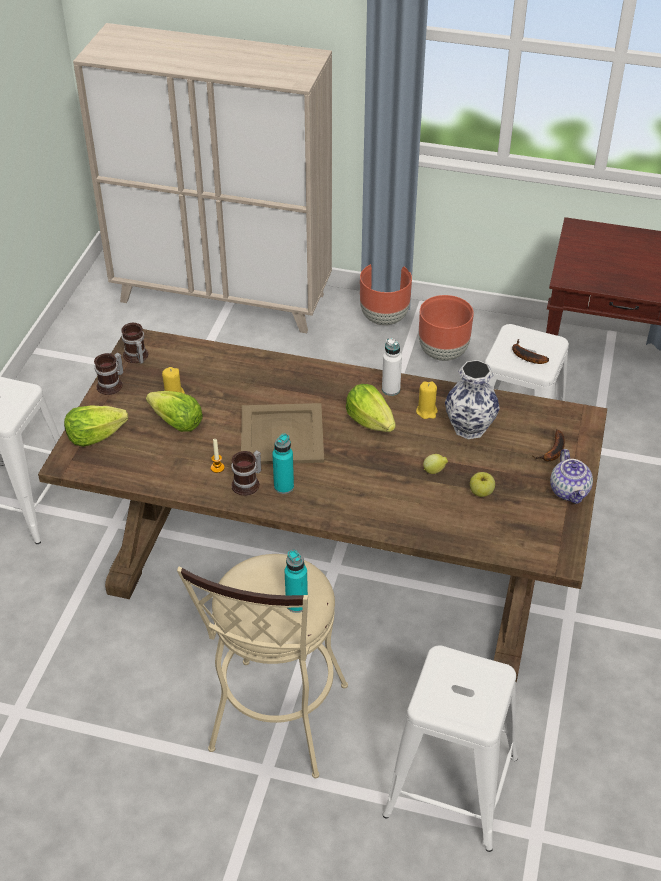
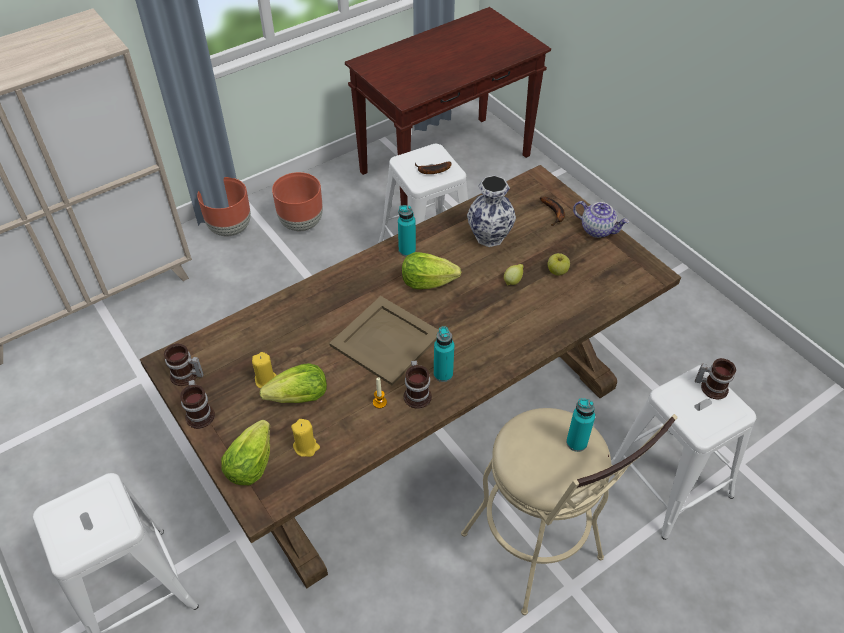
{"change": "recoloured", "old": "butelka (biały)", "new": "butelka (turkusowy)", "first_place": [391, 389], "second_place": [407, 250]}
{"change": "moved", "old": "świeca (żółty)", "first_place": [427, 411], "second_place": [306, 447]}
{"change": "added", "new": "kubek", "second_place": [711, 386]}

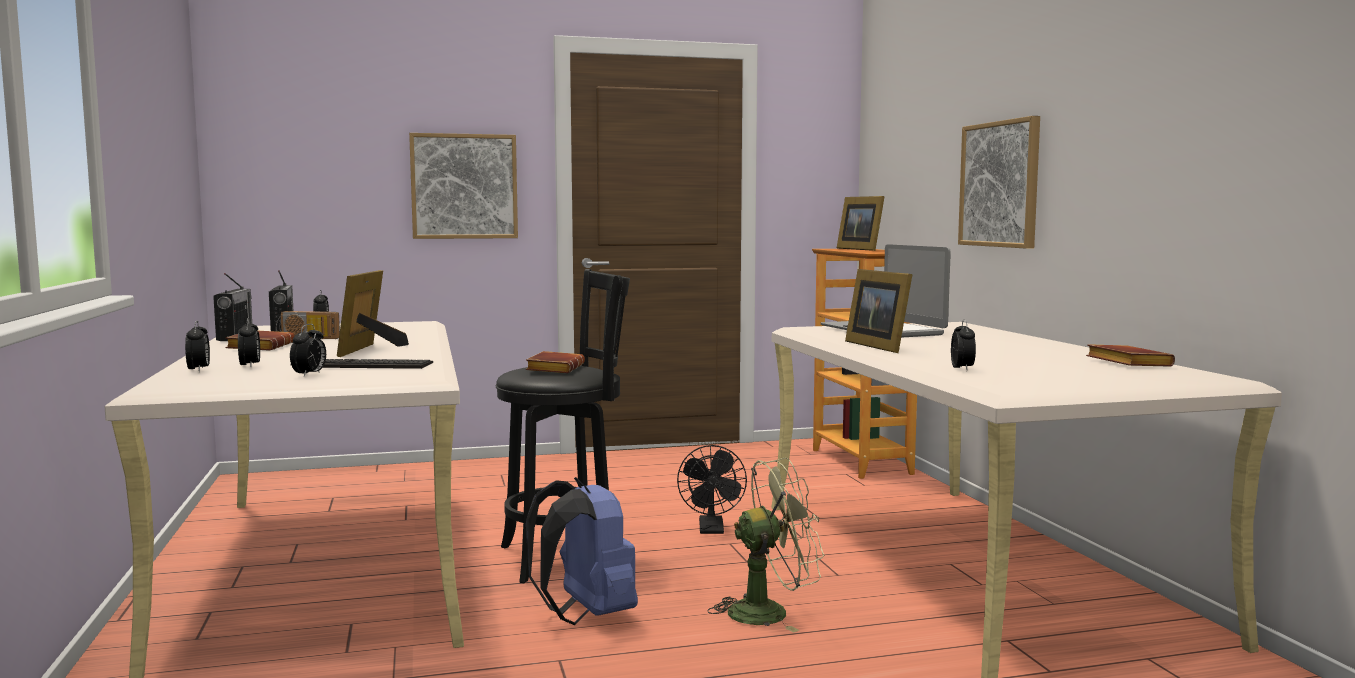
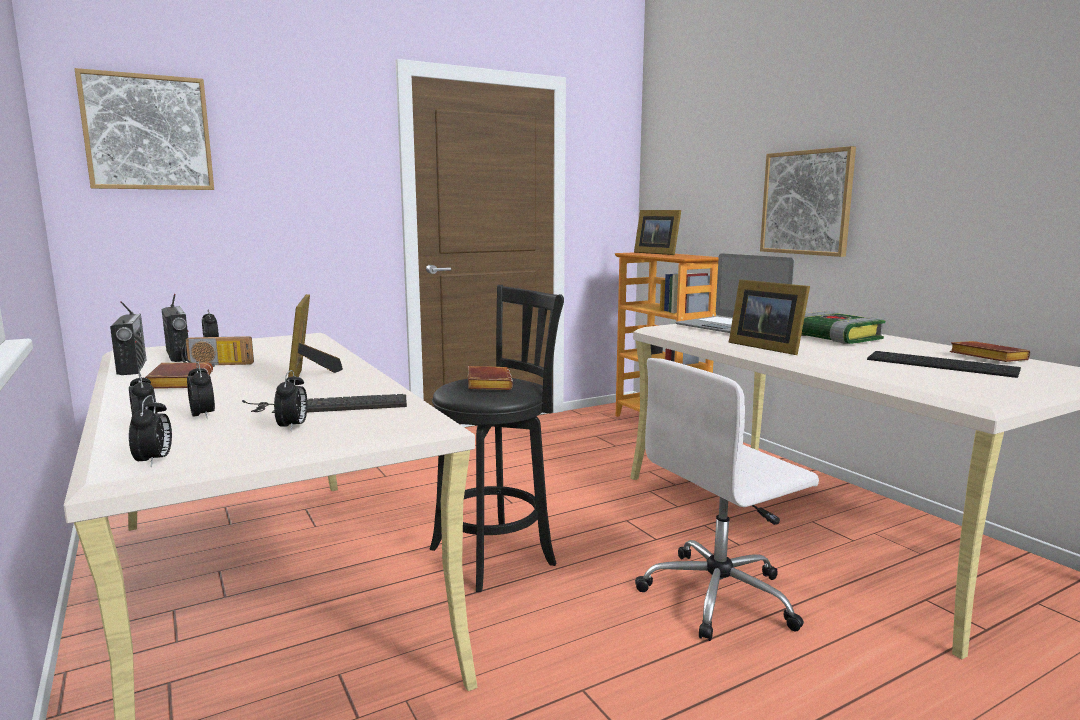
{"change": "moved", "old": "obraz", "first_place": [464, 186], "second_place": [148, 133]}
{"change": "moved", "old": "budzik", "first_place": [962, 369], "second_place": [154, 461]}
{"change": "removed", "old": "wentylator (czarny)", "first_place": [712, 530]}
{"change": "replaced", "old": "wentylator (zielony)", "new": "krzesło biurowe (biały)", "first_place": [769, 612], "second_place": [720, 595]}
{"change": "removed", "old": "plecak (niebieski)", "first_place": [586, 615]}
{"change": "added", "new": "książka", "second_place": [831, 338]}
{"change": "added", "new": "klawiatura", "second_place": [942, 364]}

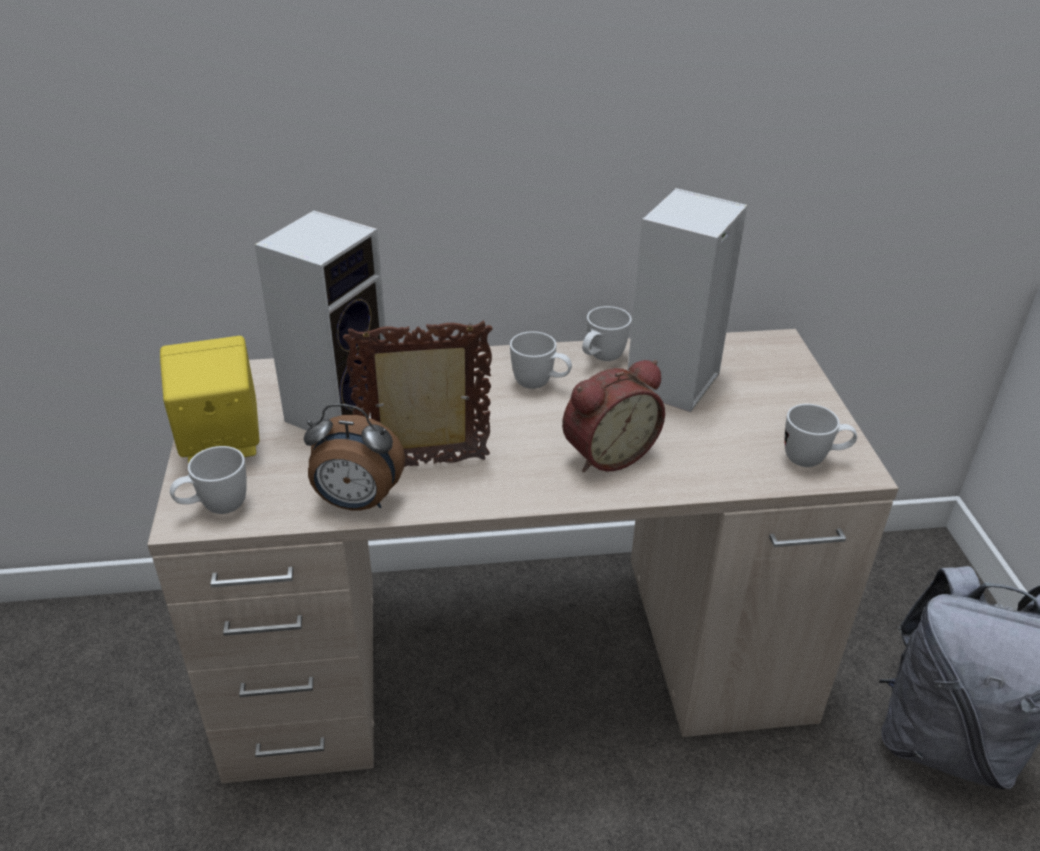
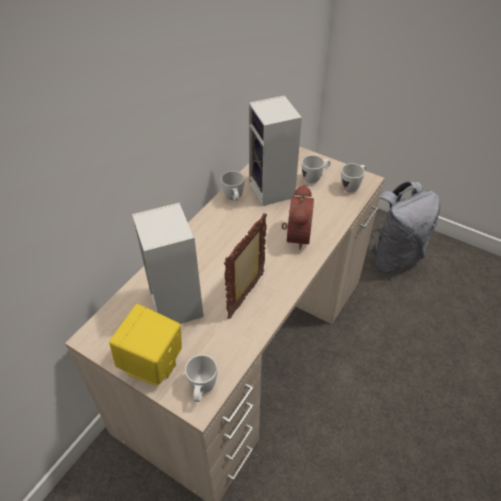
{"change": "moved", "old": "kubek (biały)", "first_place": [540, 384], "second_place": [315, 178]}
{"change": "removed", "old": "budzik", "first_place": [357, 503]}

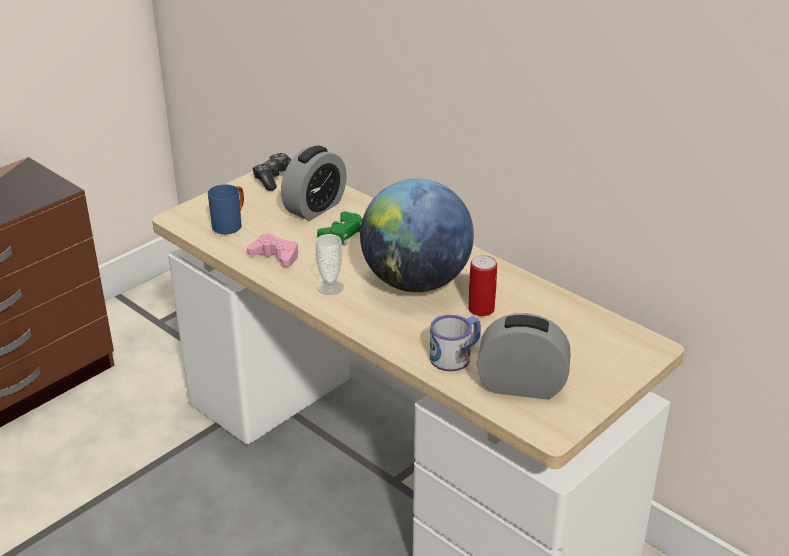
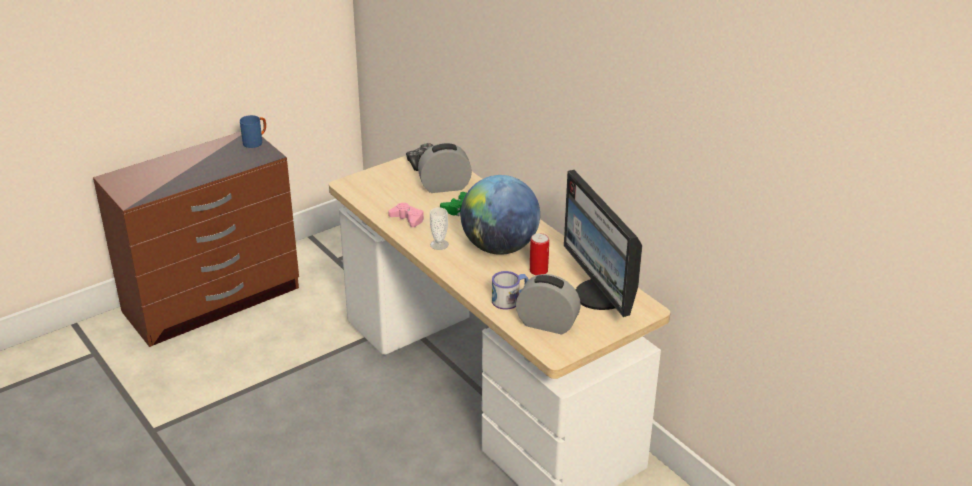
{"change": "turned", "old": "budzik", "first_place": [315, 208], "second_place": [445, 187], "degrees": -150}
{"change": "moved", "old": "kubek (niebieski)", "first_place": [230, 224], "second_place": [256, 142]}
{"change": "added", "new": "monitor", "second_place": [601, 295]}

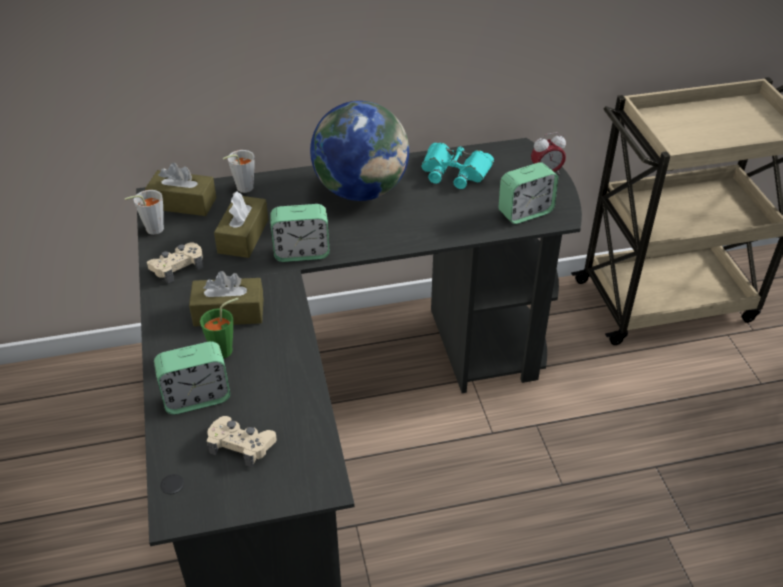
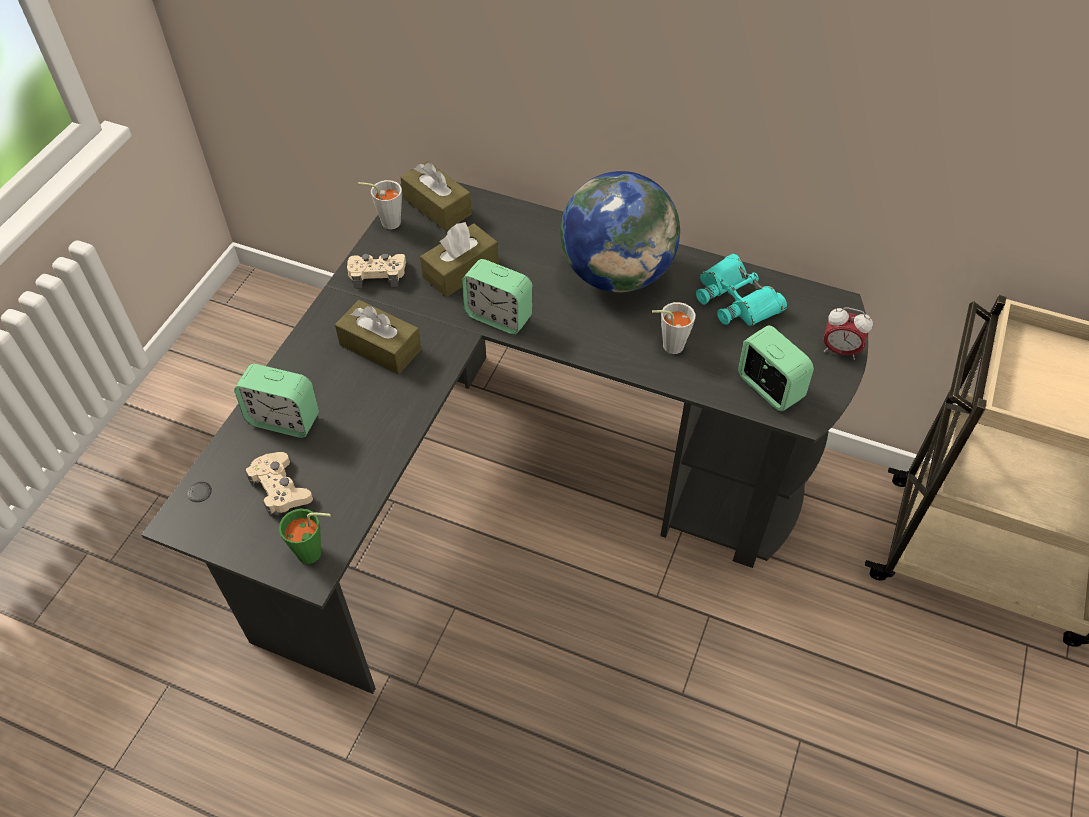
{"change": "moved", "old": "filiżanka (szary)", "first_place": [241, 189], "second_place": [668, 346]}
{"change": "turned", "old": "budzik", "first_place": [525, 212], "second_place": [769, 388], "degrees": -135}
{"change": "moved", "old": "filiżanka (zielony)", "first_place": [227, 349], "second_place": [315, 553]}

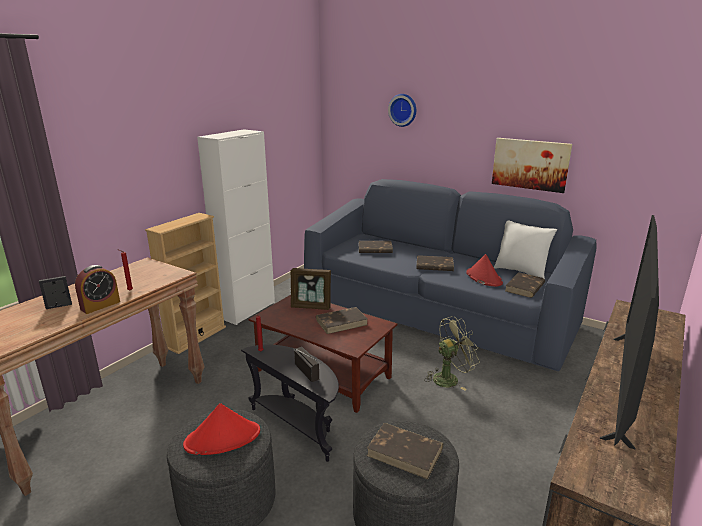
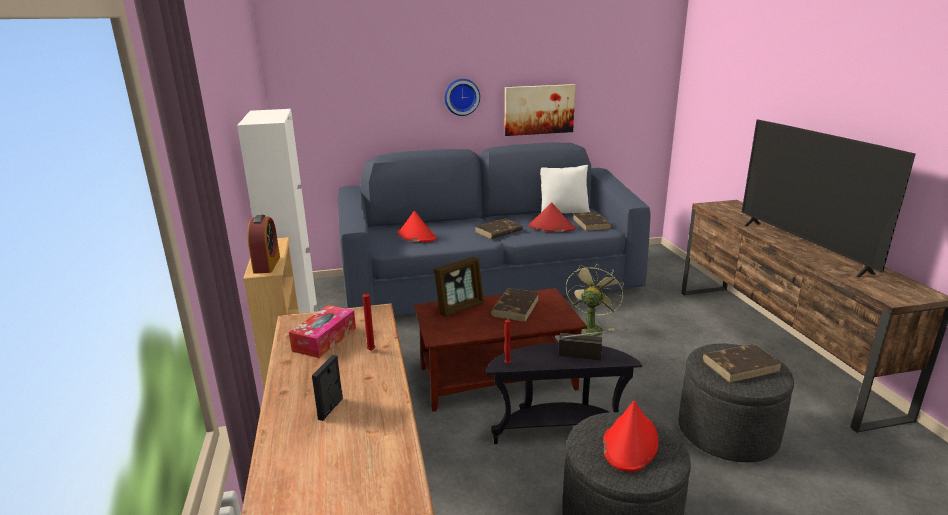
{"change": "moved", "old": "zegar ścienny", "first_place": [403, 110], "second_place": [461, 97]}
{"change": "replaced", "old": "książka (brązowy)", "new": "kapelusz (czerwony)", "first_place": [374, 249], "second_place": [416, 236]}
{"change": "moved", "old": "budzik", "first_place": [100, 305], "second_place": [267, 264]}
{"change": "added", "new": "pudełko chusteczek", "second_place": [324, 339]}

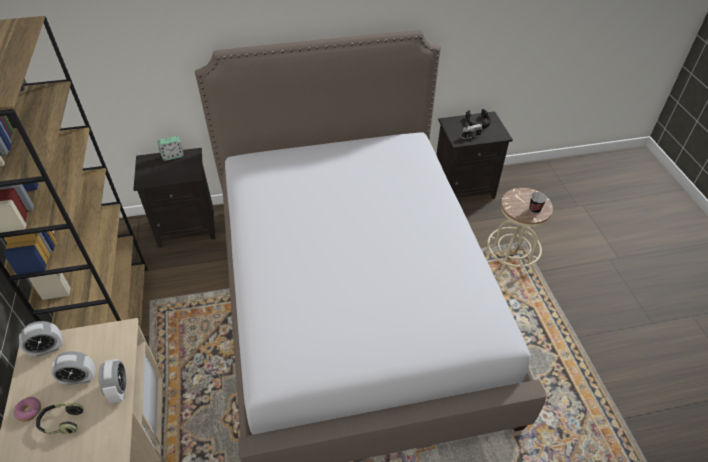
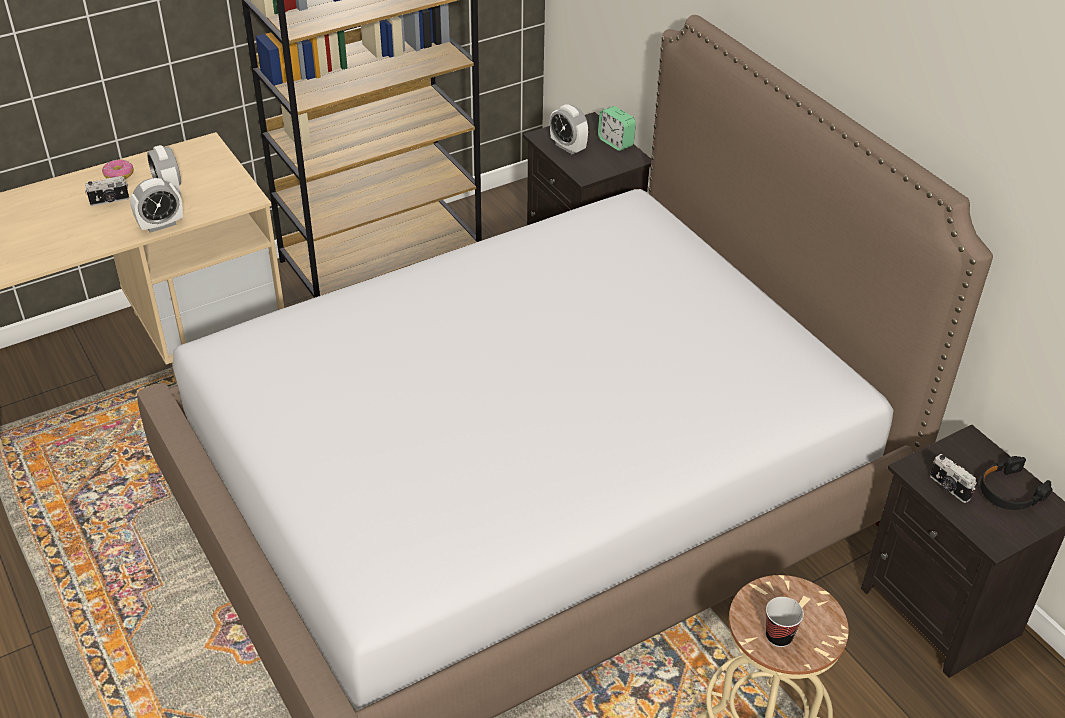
{"change": "moved", "old": "budzik", "first_place": [47, 349], "second_place": [568, 147]}
{"change": "replaced", "old": "słuchawki", "new": "aparat fotograficzny", "first_place": [62, 422], "second_place": [109, 201]}

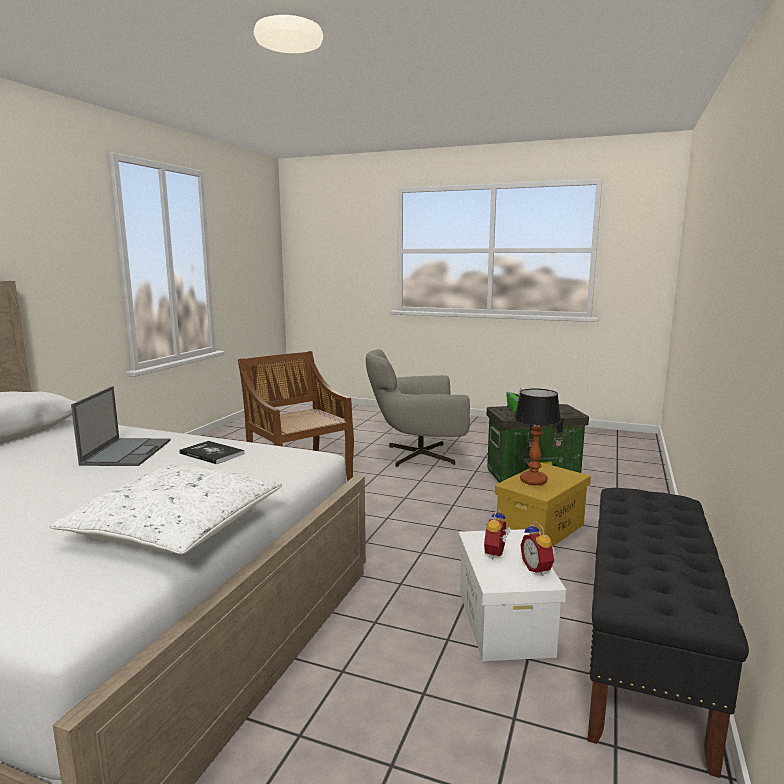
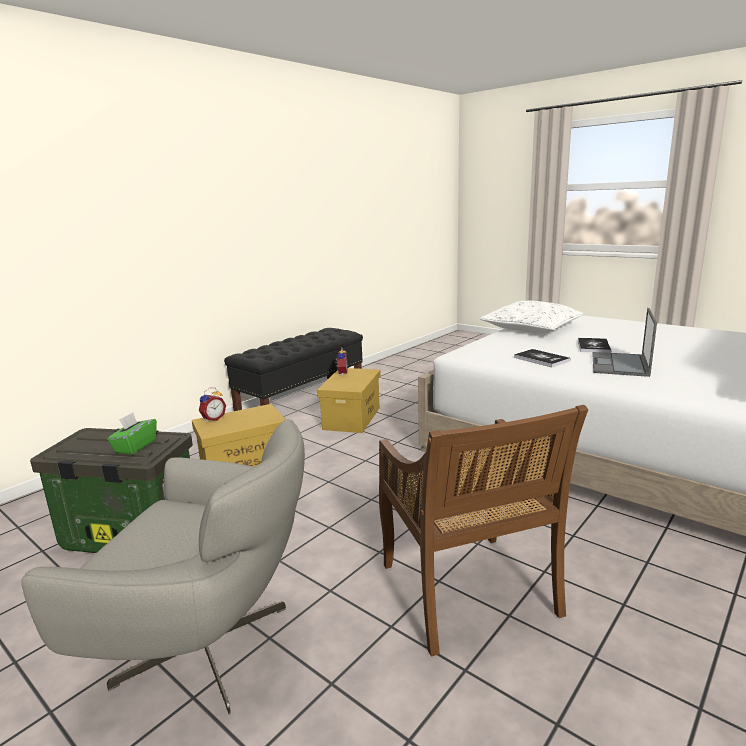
{"change": "removed", "old": "lampa stołowa", "first_place": [534, 481]}
{"change": "moved", "old": "budzik", "first_place": [497, 554], "second_place": [213, 419]}
{"change": "recoloured", "old": "pojemnik do przechowywania (biały)", "new": "pojemnik do przechowywania (żółty)", "first_place": [505, 622], "second_place": [352, 418]}
{"change": "added", "new": "książka", "second_place": [593, 346]}

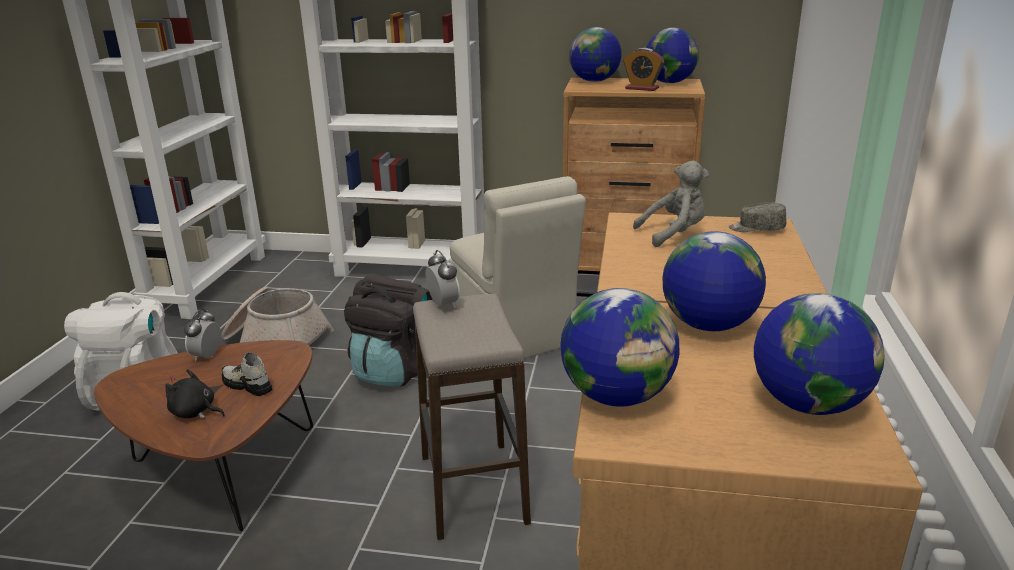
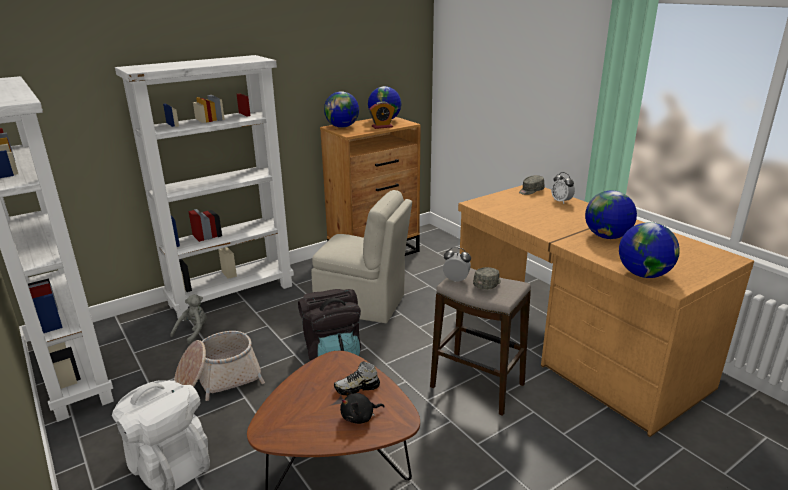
{"change": "moved", "old": "pluszak (szary)", "first_place": [674, 234], "second_place": [193, 332]}
{"change": "removed", "old": "globus", "first_place": [807, 403]}
{"change": "moved", "old": "budzik", "first_place": [207, 356], "second_place": [561, 201]}
{"change": "added", "new": "czapka z daszkiem (szary)", "second_place": [487, 284]}

